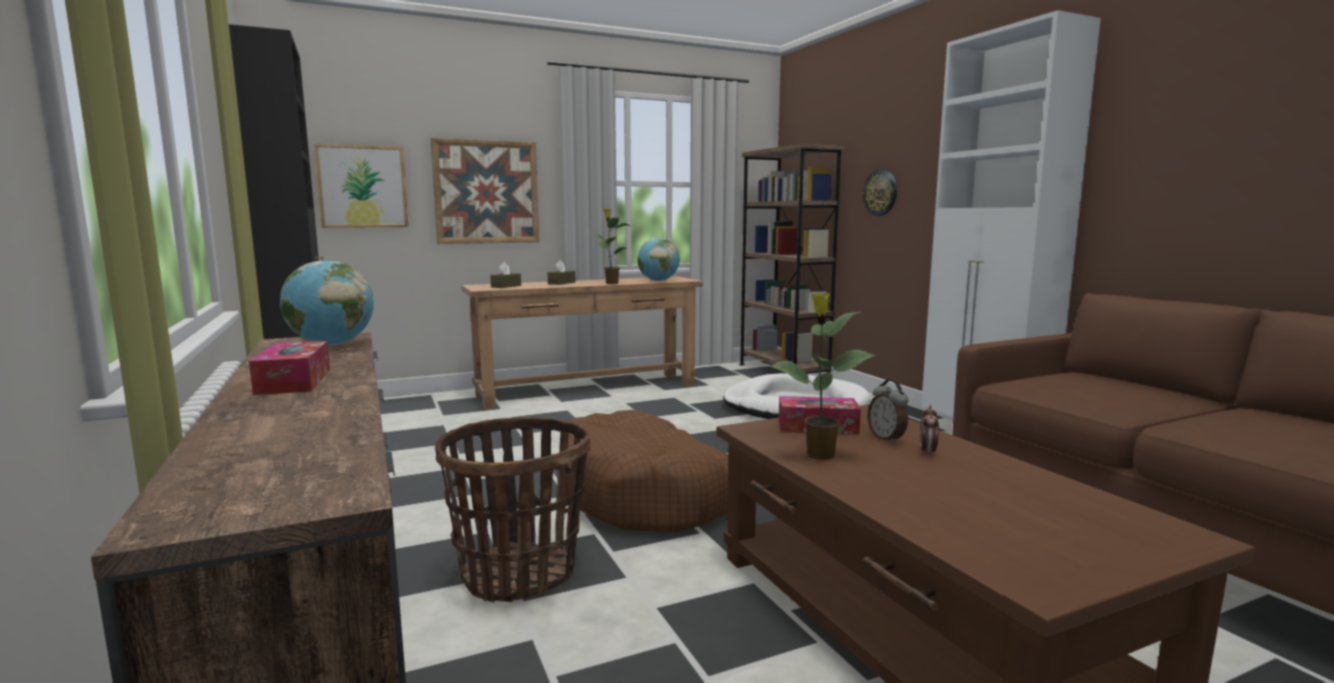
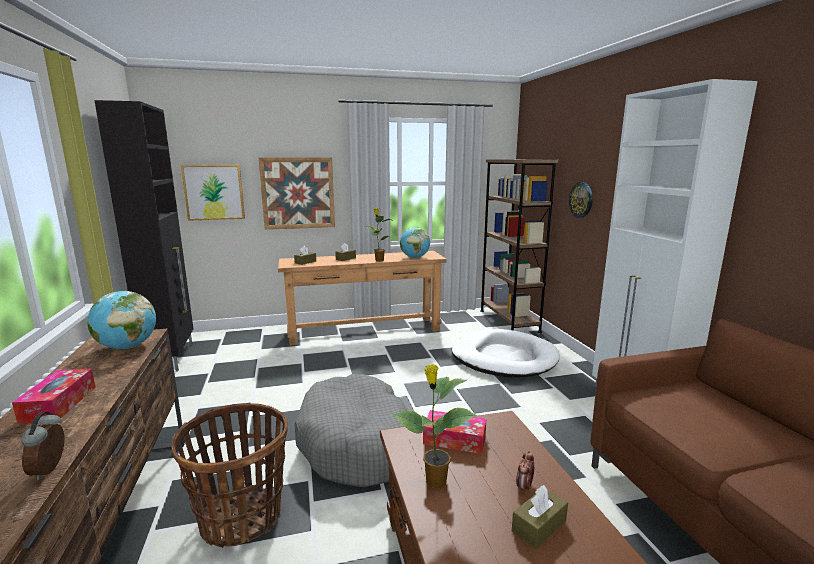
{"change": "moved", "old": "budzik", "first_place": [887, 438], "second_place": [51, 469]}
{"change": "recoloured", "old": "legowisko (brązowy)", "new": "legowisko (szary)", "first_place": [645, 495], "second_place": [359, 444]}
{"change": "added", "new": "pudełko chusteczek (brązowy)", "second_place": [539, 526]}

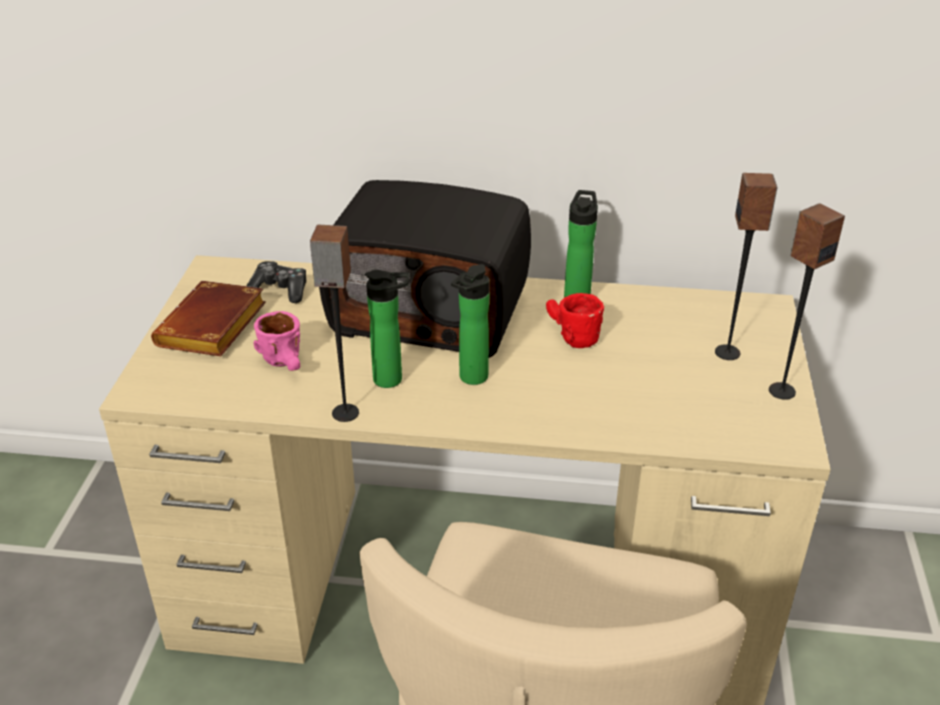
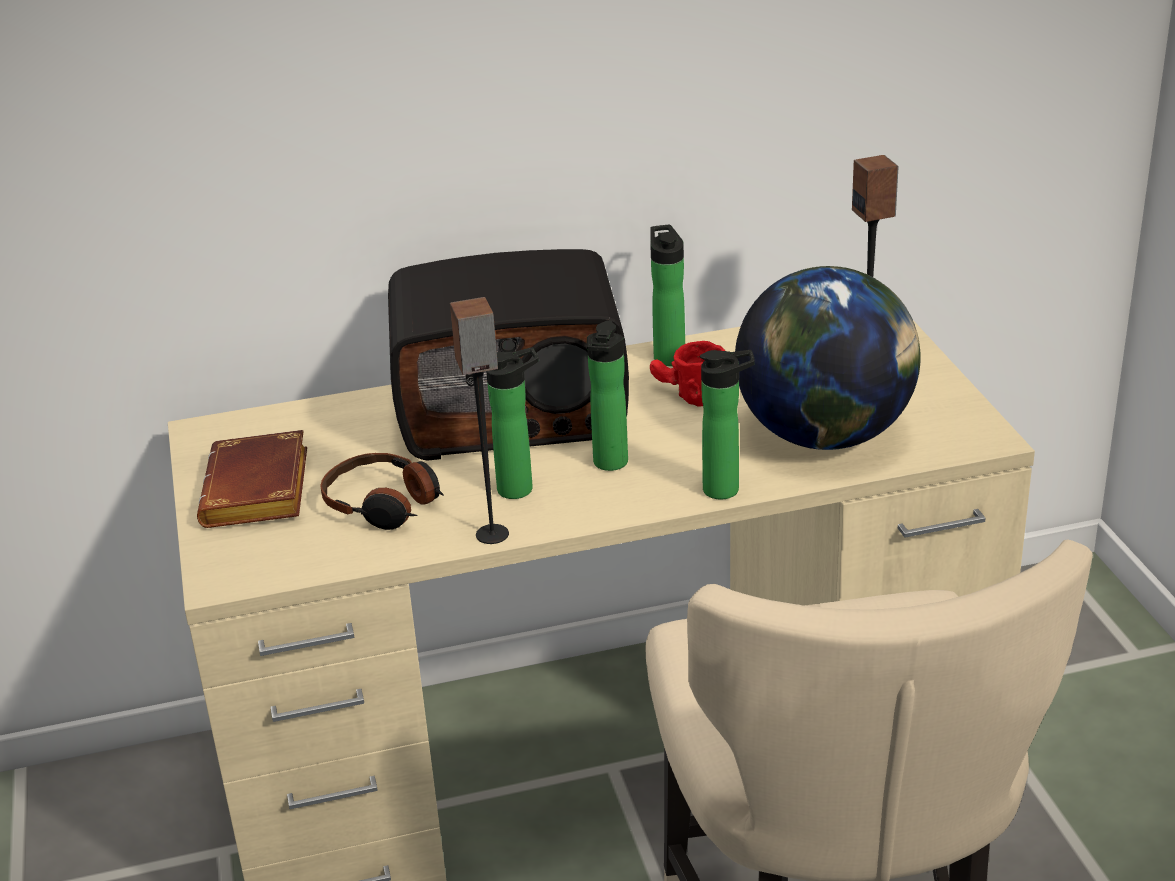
{"change": "removed", "old": "głośnik", "first_place": [781, 391]}
{"change": "removed", "old": "pad do gier", "first_place": [280, 289]}
{"change": "replaced", "old": "kubek (różowy)", "new": "słuchawki", "first_place": [288, 364], "second_place": [384, 504]}
{"change": "added", "new": "globus", "second_place": [825, 435]}
{"change": "added", "new": "butelka", "second_place": [727, 489]}

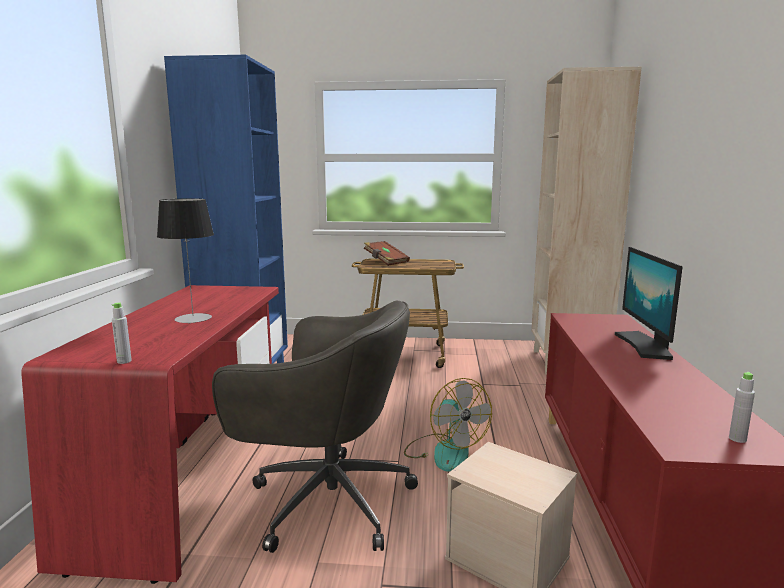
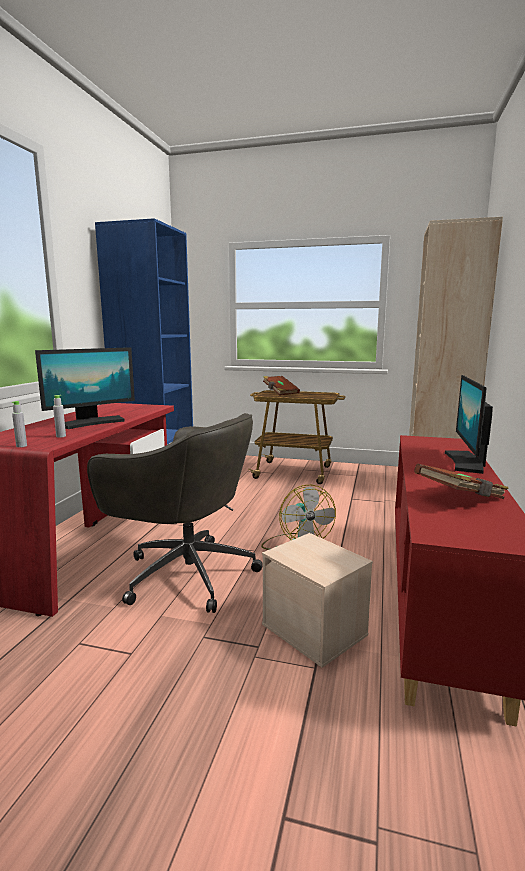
{"change": "replaced", "old": "lampa stołowa", "new": "monitor", "first_place": [193, 318], "second_place": [92, 422]}
{"change": "moved", "old": "butelka (szary)", "first_place": [737, 439], "second_place": [61, 436]}
{"change": "added", "new": "książka (brązowy)", "second_place": [460, 498]}

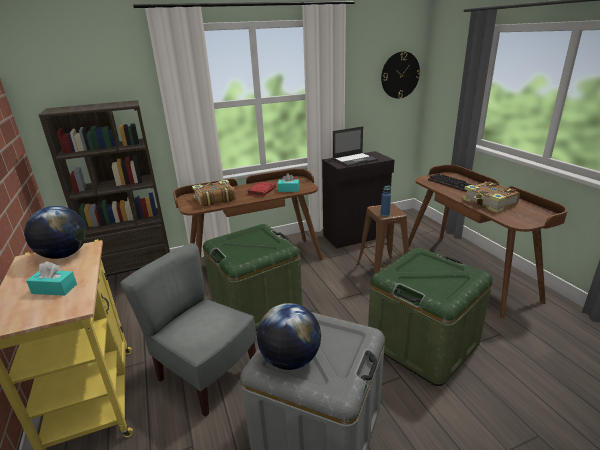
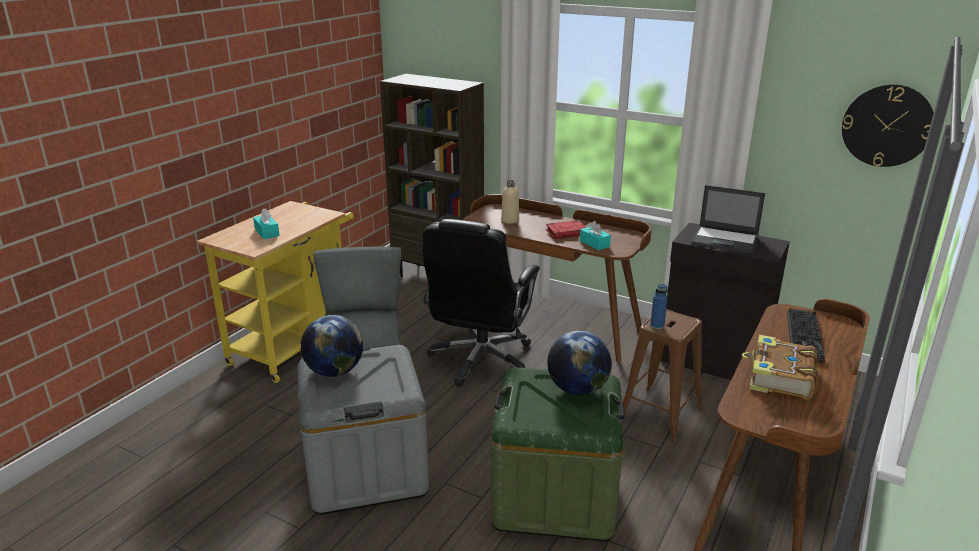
{"change": "replaced", "old": "książka", "new": "butelka (beżowy)", "first_place": [214, 199], "second_place": [510, 220]}
{"change": "moved", "old": "globus", "first_place": [64, 255], "second_place": [577, 389]}
{"change": "replaced", "old": "pojemnik do przechowywania (zielony)", "new": "krzesło biurowe (czarny)", "first_place": [256, 305], "second_place": [480, 360]}

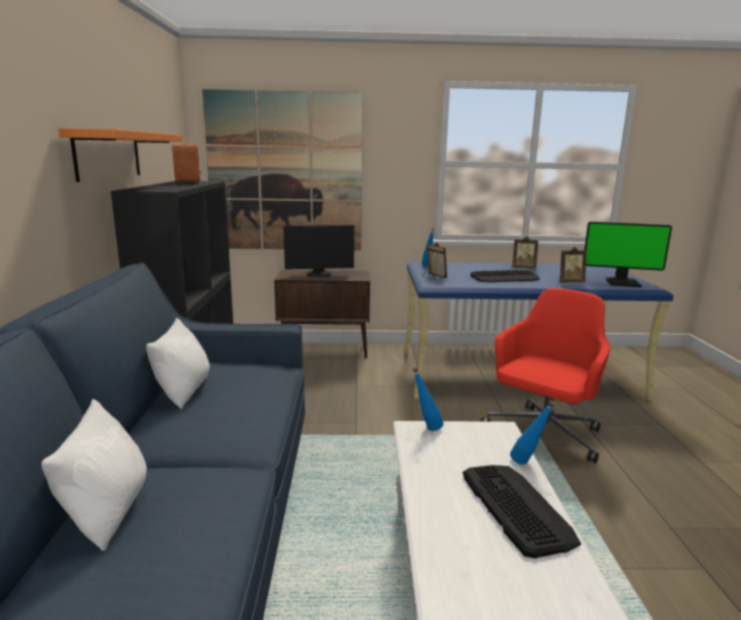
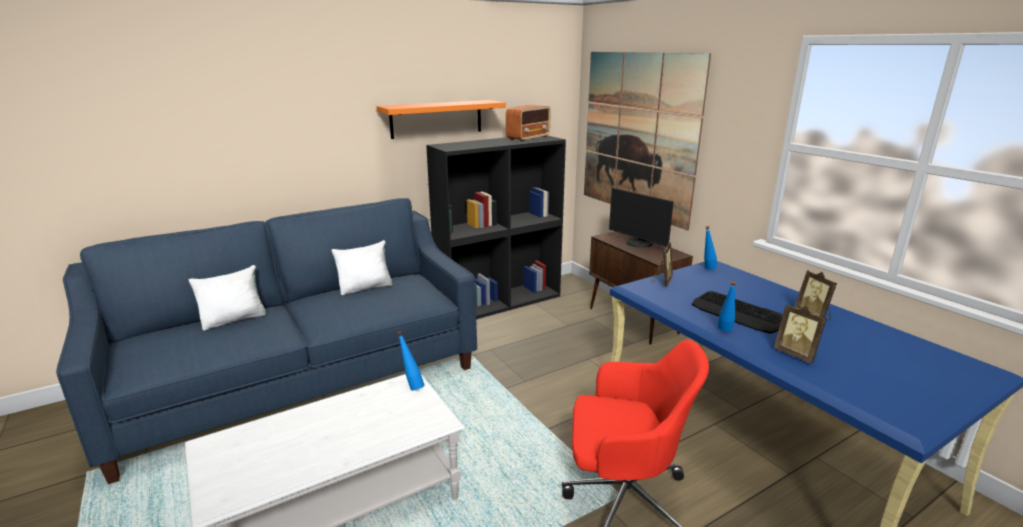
{"change": "removed", "old": "monitor", "first_place": [623, 282]}
{"change": "moved", "old": "butelka (niebieski)", "first_place": [527, 465], "second_place": [724, 332]}
{"change": "removed", "old": "klawiatura", "first_place": [516, 507]}

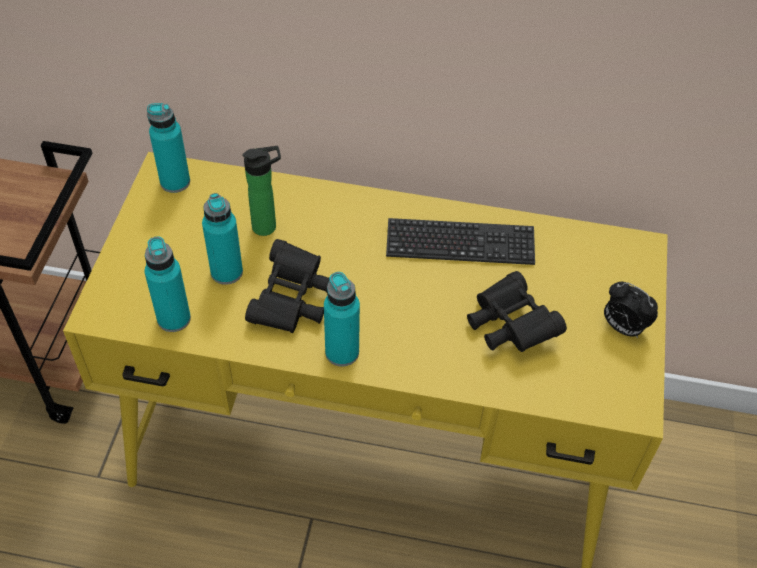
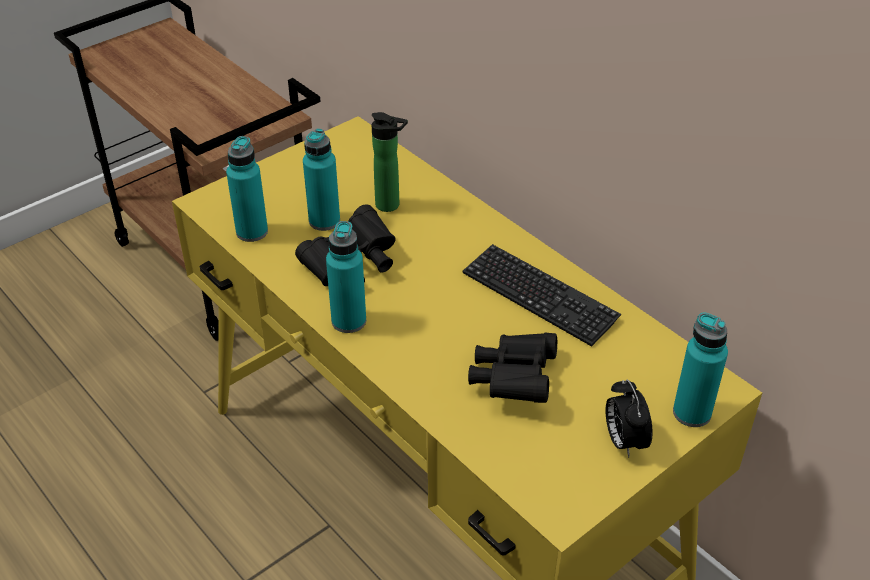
{"change": "moved", "old": "butelka (turkusowy)", "first_place": [175, 182], "second_place": [691, 413]}

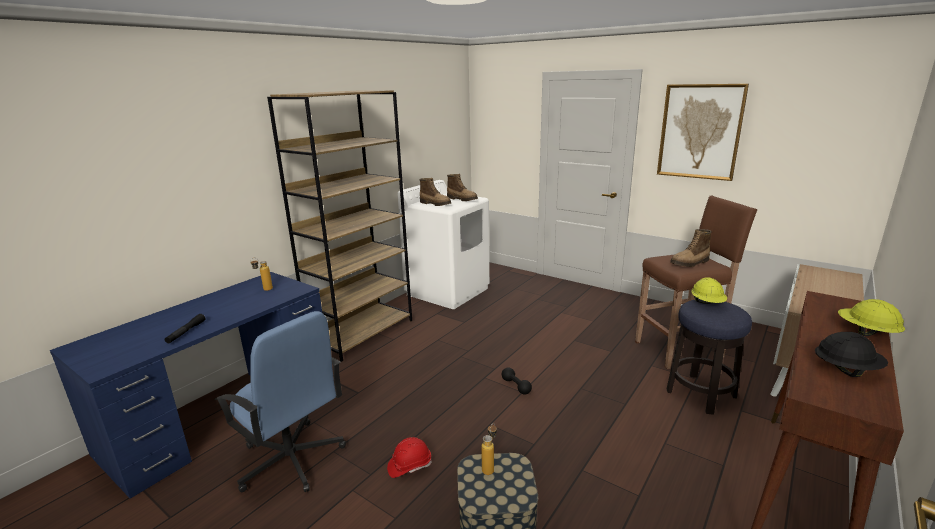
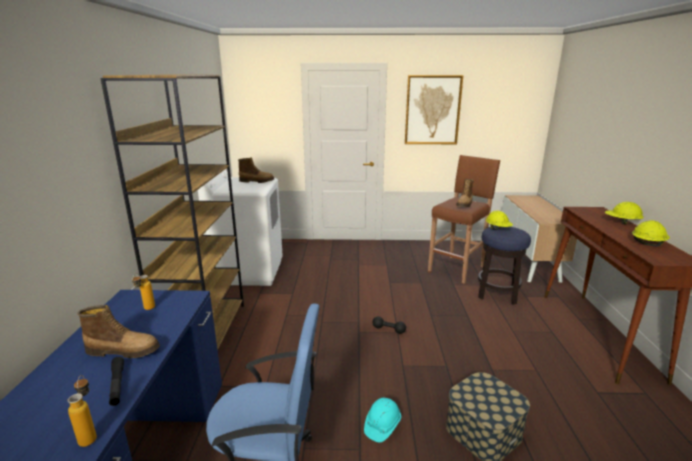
{"change": "moved", "old": "but z cholewką", "first_place": [436, 204], "second_place": [124, 350]}
{"change": "recoloured", "old": "kask (czarny)", "new": "kask (żółty)", "first_place": [846, 370], "second_place": [647, 244]}
{"change": "moved", "old": "butelka", "first_place": [490, 467], "second_place": [90, 435]}
{"change": "recoloured", "old": "kask (czerwony)", "new": "kask (turkusowy)", "first_place": [409, 465], "second_place": [382, 425]}

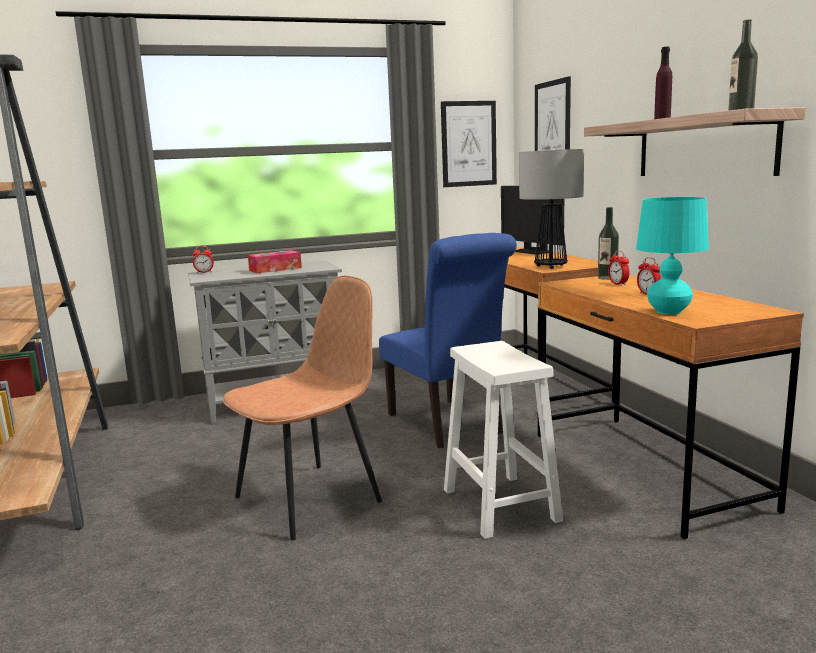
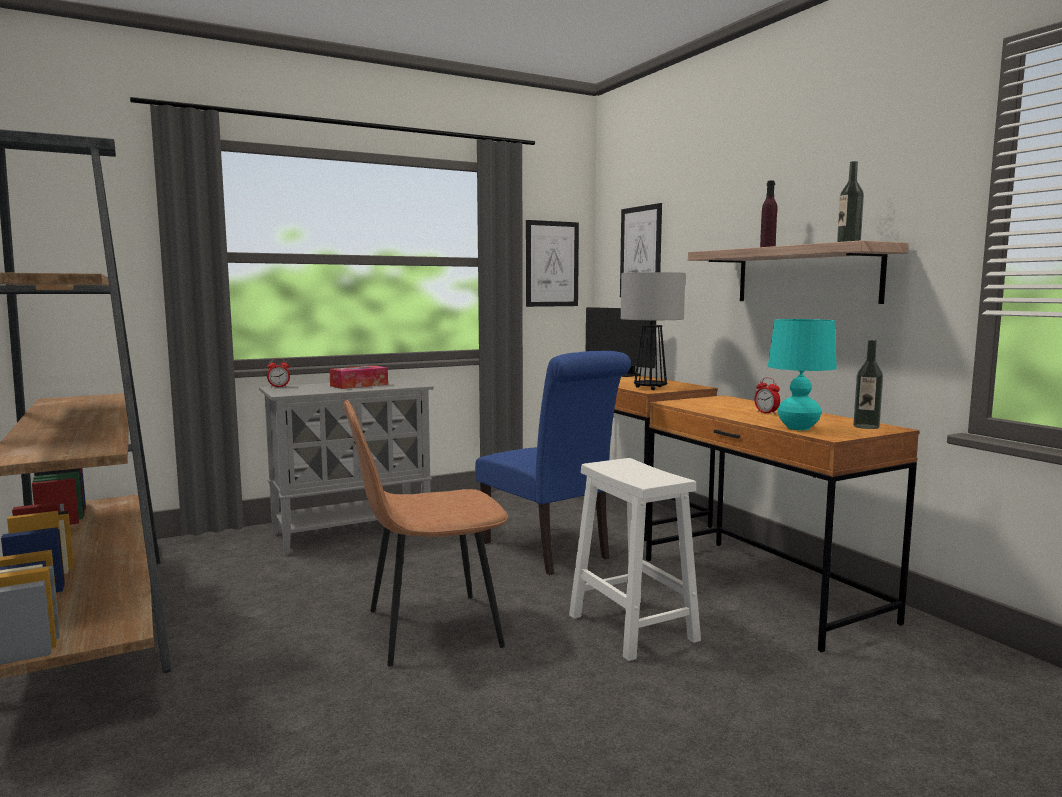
{"change": "moved", "old": "butelka", "first_place": [607, 278], "second_place": [866, 426]}
{"change": "removed", "old": "budzik", "first_place": [618, 284]}
{"change": "turned", "old": "krzesło (brązowy)", "first_place": [311, 498], "second_place": [429, 629], "degrees": -150}

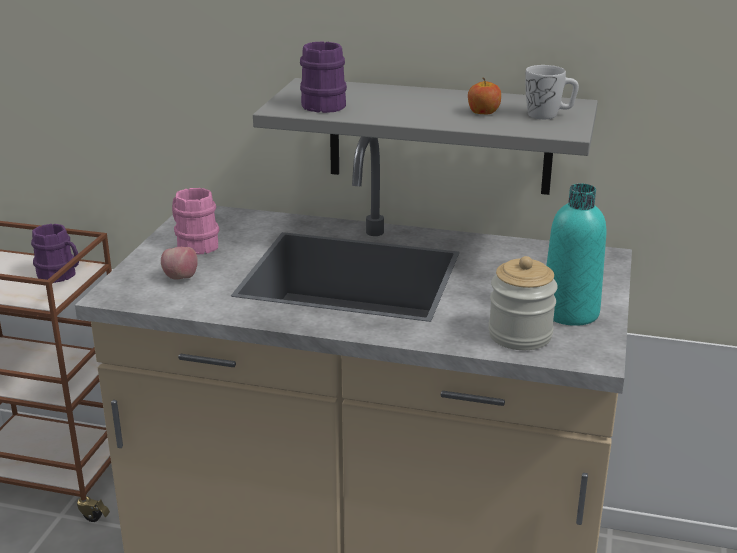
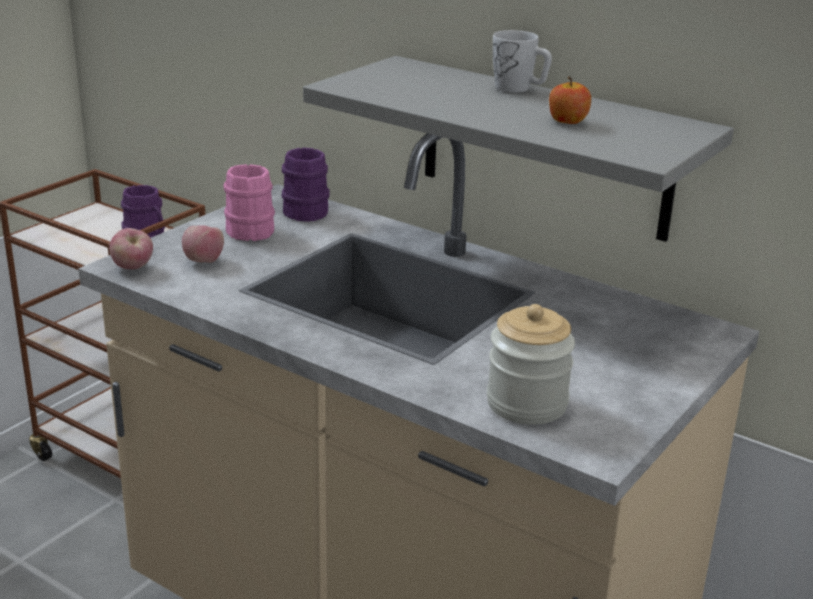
{"change": "moved", "old": "kubek (fioletowy)", "first_place": [322, 103], "second_place": [307, 209]}
{"change": "moved", "old": "kubek (biały)", "first_place": [549, 115], "second_place": [519, 89]}
{"change": "removed", "old": "butelka (turkusowy)", "first_place": [570, 312]}
{"change": "added", "new": "jabłko", "second_place": [133, 268]}

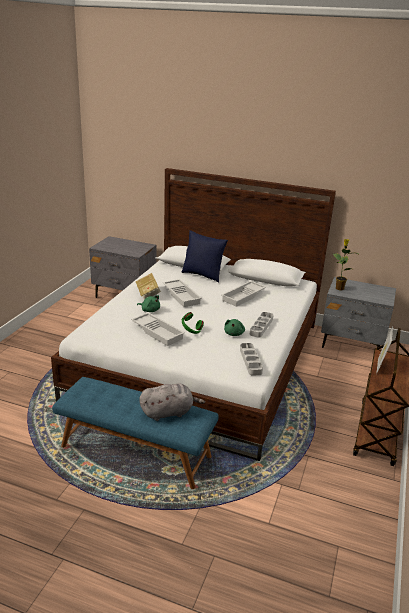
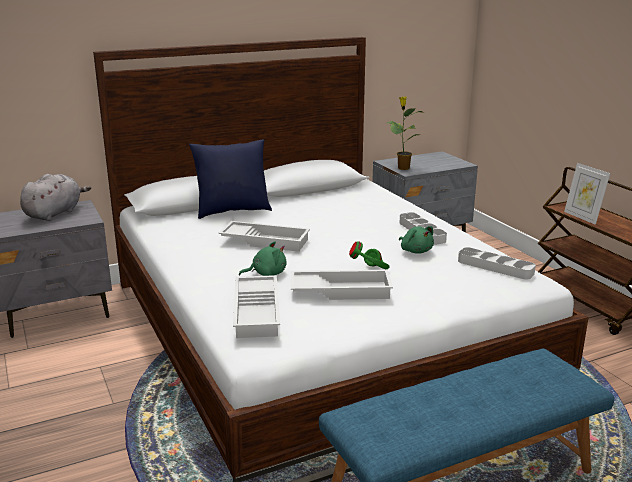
{"change": "removed", "old": "książka", "first_place": [148, 293]}
{"change": "moved", "old": "taca (biały)", "first_place": [244, 296], "second_place": [258, 312]}
{"change": "moved", "old": "pluszak (szary)", "first_place": [169, 412], "second_place": [55, 213]}

